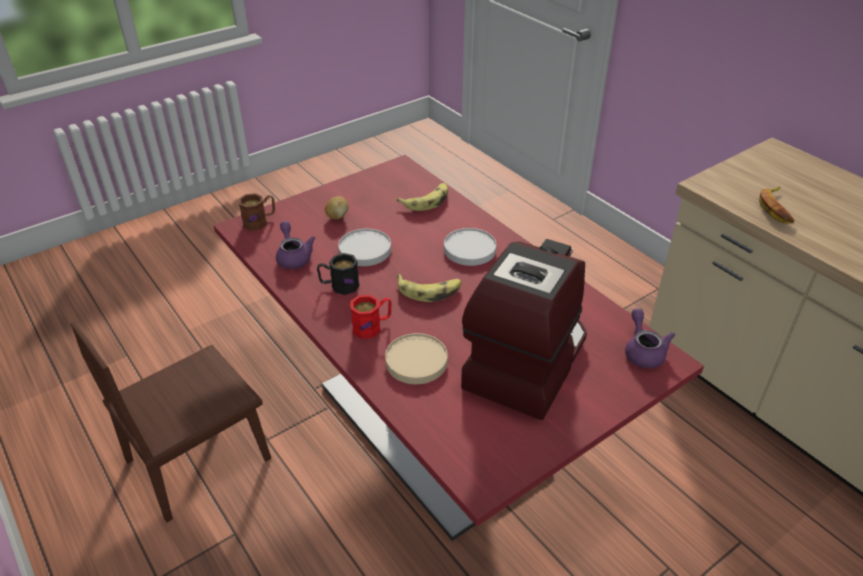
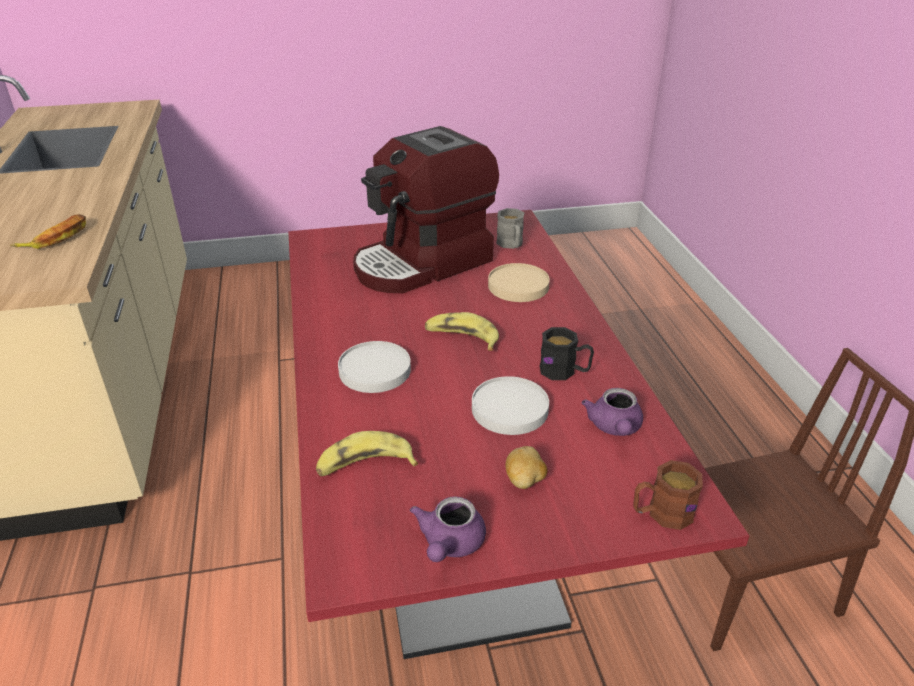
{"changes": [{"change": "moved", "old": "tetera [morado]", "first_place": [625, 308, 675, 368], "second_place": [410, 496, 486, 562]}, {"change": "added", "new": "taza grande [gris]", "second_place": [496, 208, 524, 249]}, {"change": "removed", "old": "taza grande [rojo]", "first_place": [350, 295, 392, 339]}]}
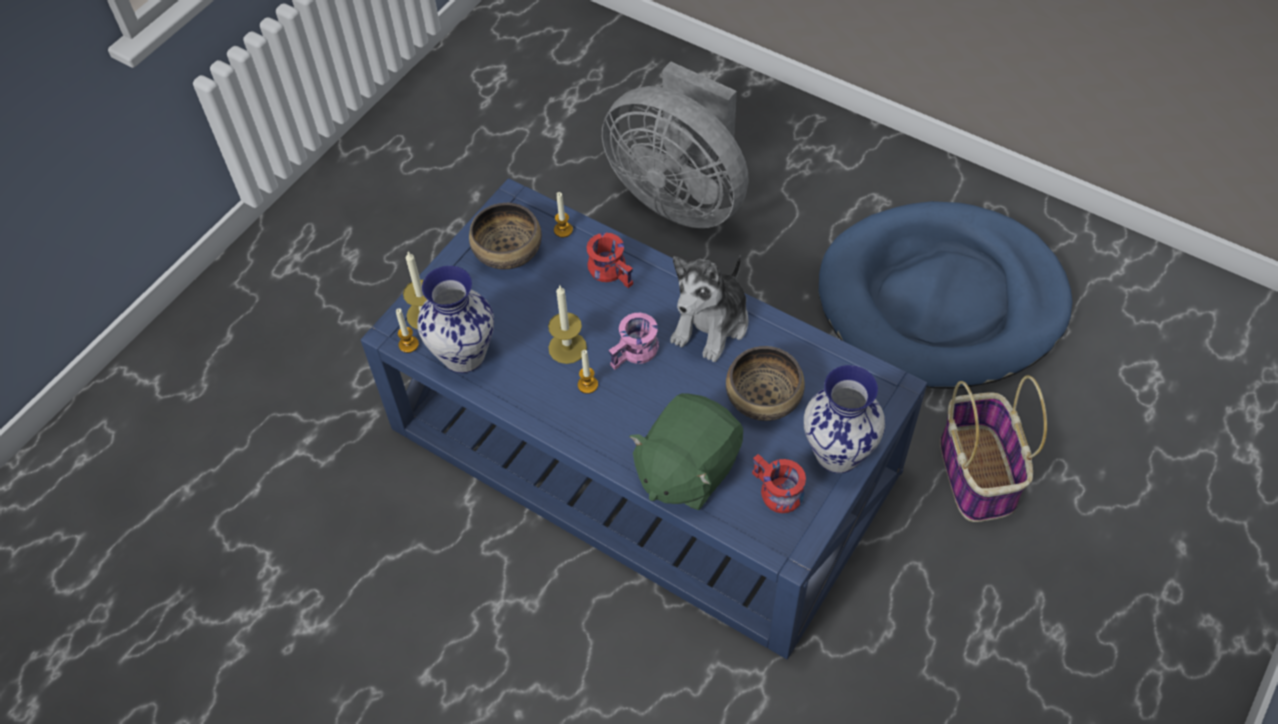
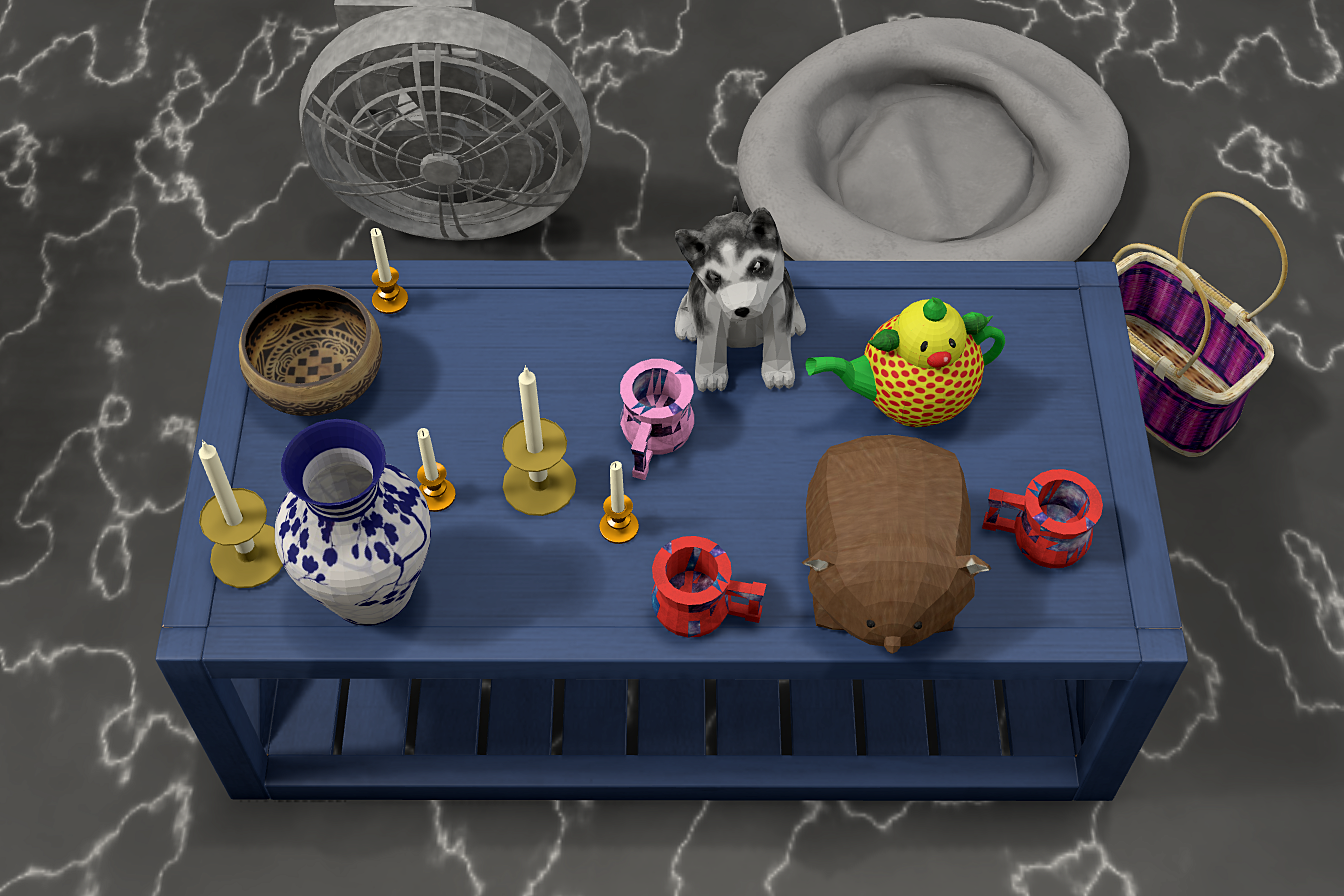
{"changes": [{"change": "moved", "old": "vela", "first_place": [396, 308, 419, 353], "second_place": [417, 428, 456, 512]}, {"change": "moved", "old": "taza grande [rojo]", "first_place": [586, 233, 633, 288], "second_place": [651, 536, 766, 638]}, {"change": "recoloured", "old": "cama para perro [azul]", "new": "cama para perro [gris]", "first_place": [819, 201, 1073, 389], "second_place": [737, 17, 1130, 262]}, {"change": "recoloured", "old": "peluche [verde]", "new": "peluche [marrón]", "first_place": [629, 393, 743, 510], "second_place": [802, 435, 992, 654]}, {"change": "replaced", "old": "cuenco", "new": "tetera", "first_place": [726, 346, 805, 421], "second_place": [806, 297, 1005, 427]}, {"change": "removed", "old": "florero", "first_place": [804, 365, 885, 473]}]}
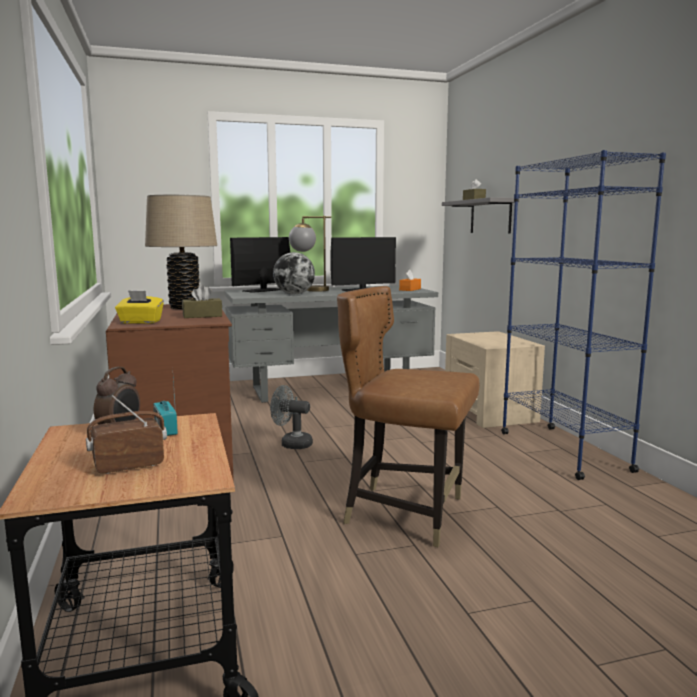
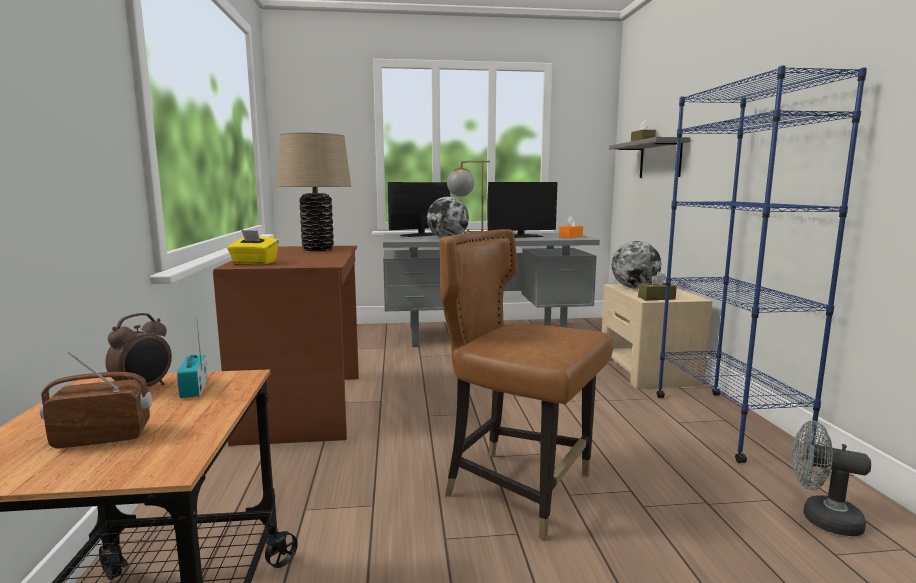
{"changes": [{"change": "added", "new": "globo terráqueo", "second_place": [612, 241, 661, 289]}, {"change": "moved", "old": "caja de pañuelos [marrón]", "first_place": [182, 284, 222, 318], "second_place": [638, 272, 677, 300]}, {"change": "moved", "old": "ventilador [gris]", "first_place": [270, 385, 313, 449], "second_place": [792, 421, 871, 536]}]}
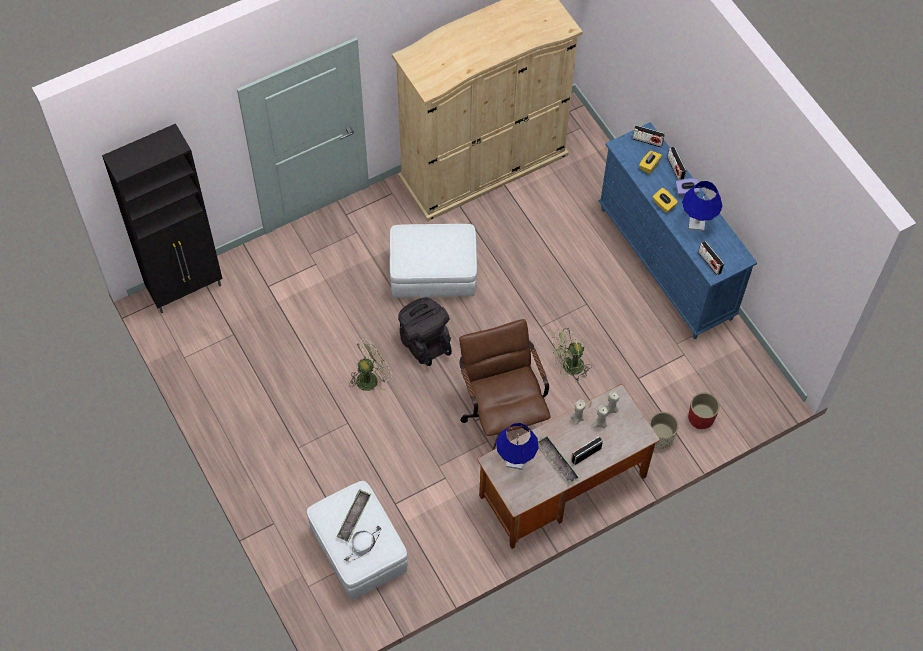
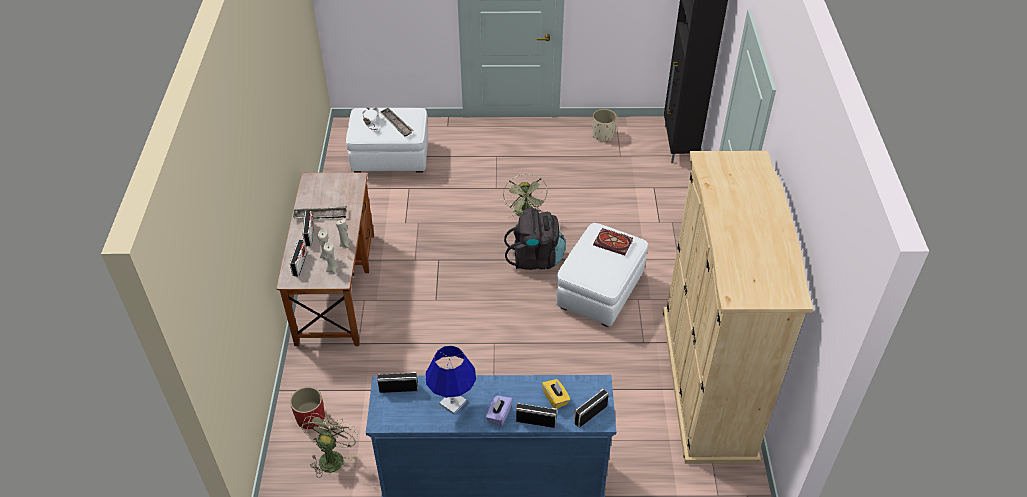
{"changes": [{"change": "added", "new": "radio", "second_place": [290, 240, 307, 276]}, {"change": "moved", "old": "ventilador [verde]", "first_place": [552, 328, 592, 381], "second_place": [301, 413, 358, 478]}, {"change": "moved", "old": "maceta [beis]", "first_place": [649, 412, 679, 449], "second_place": [592, 109, 617, 142]}, {"change": "added", "new": "libro", "second_place": [593, 228, 633, 255]}, {"change": "removed", "old": "silla de oficina [marrón]", "first_place": [459, 319, 550, 450]}, {"change": "removed", "old": "lámpara de mesa [azul]", "first_place": [496, 423, 539, 470]}, {"change": "removed", "old": "caja de pañuelos [amarillo]", "first_place": [653, 188, 678, 213]}]}
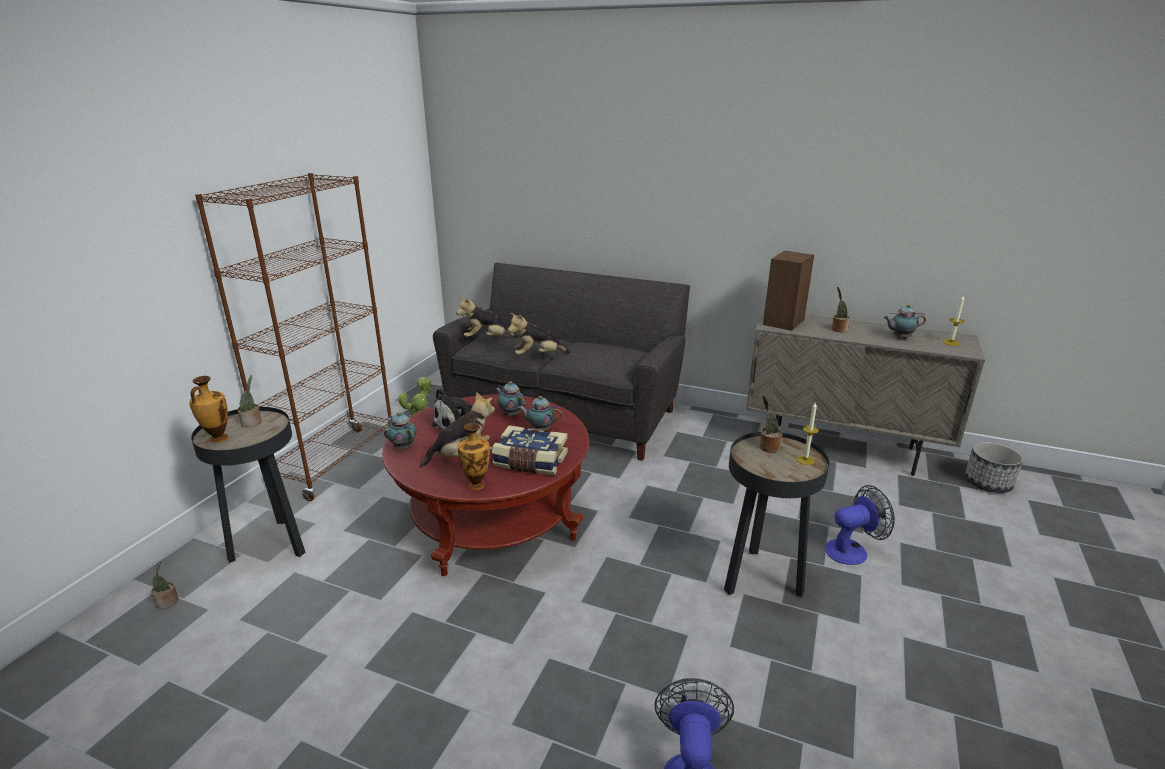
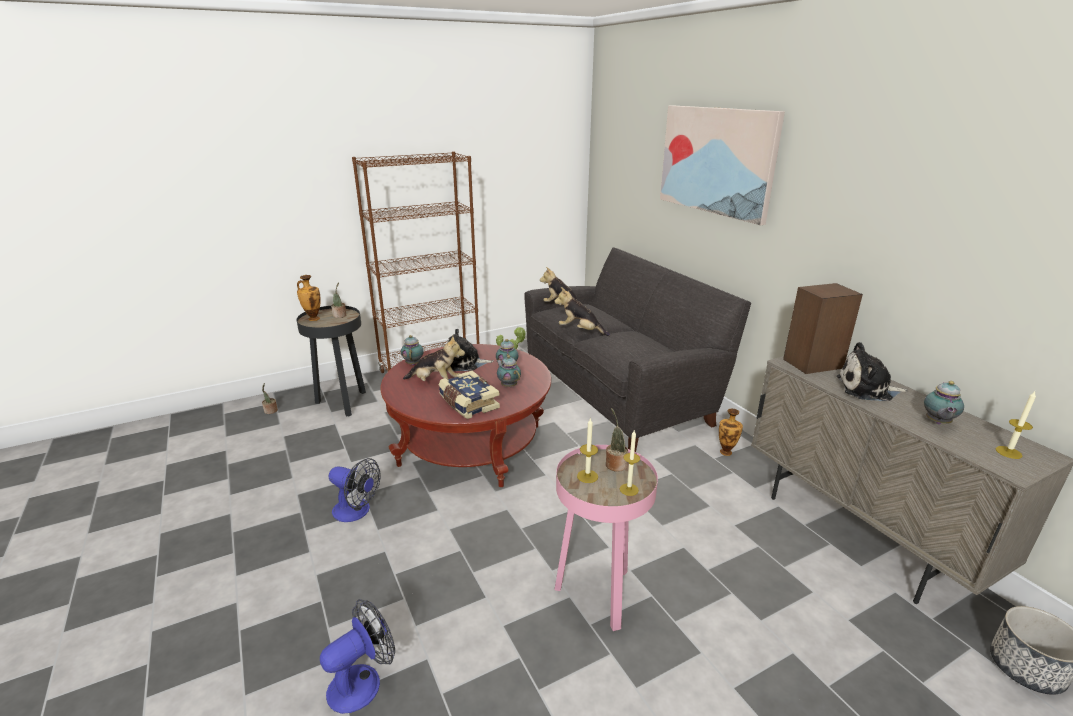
{"changes": [{"change": "moved", "old": "ventilador", "first_place": [825, 485, 895, 565], "second_place": [329, 458, 381, 522]}, {"change": "recoloured", "old": "mesa auxiliar [negro]", "new": "mesa auxiliar [rosa]", "first_place": [724, 432, 829, 597], "second_place": [554, 445, 658, 631]}, {"change": "added", "new": "vela", "second_place": [577, 418, 598, 483]}, {"change": "added", "new": "cuadro", "second_place": [660, 105, 785, 225]}, {"change": "moved", "old": "florero", "first_place": [458, 423, 490, 490], "second_place": [719, 409, 743, 456]}, {"change": "replaced", "old": "planta en maceta", "new": "peluche", "first_place": [832, 287, 850, 332], "second_place": [836, 342, 908, 401]}, {"change": "turned", "old": "tetera", "first_place": [884, 304, 926, 338], "second_place": [924, 381, 964, 424], "degrees": -105}]}
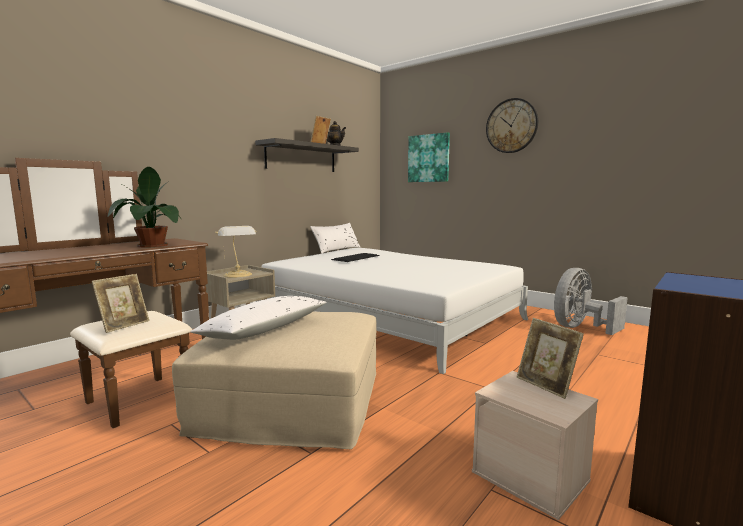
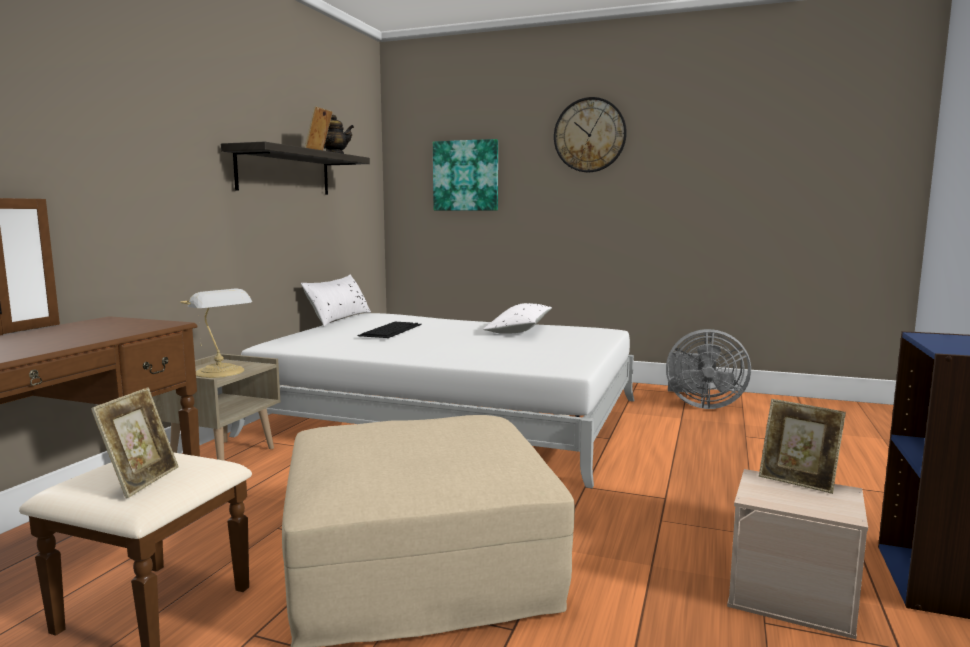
{"changes": [{"change": "moved", "old": "cojín [blanco]", "first_place": [190, 296, 327, 340], "second_place": [483, 303, 552, 334]}, {"change": "turned", "old": "ventilador [gris]", "first_place": [554, 268, 628, 335], "second_place": [666, 329, 751, 409], "degrees": -105}, {"change": "removed", "old": "planta en maceta", "first_place": [107, 167, 182, 248]}]}
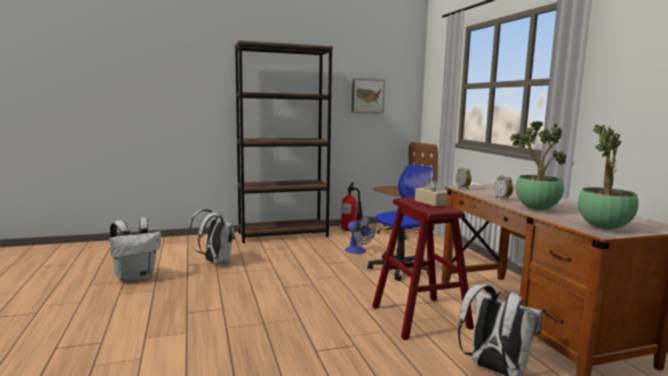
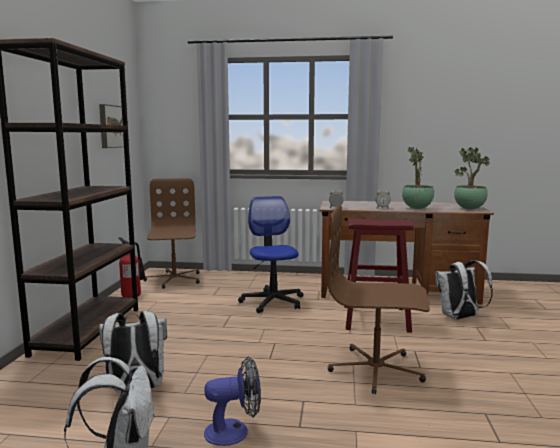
{"changes": [{"change": "moved", "old": "ventilador", "first_place": [345, 216, 376, 254], "second_place": [204, 356, 261, 446]}, {"change": "added", "new": "silla de oficina [marrón]", "second_place": [328, 205, 430, 394]}, {"change": "removed", "old": "caja de pañuelos [beis]", "first_place": [415, 178, 448, 207]}]}
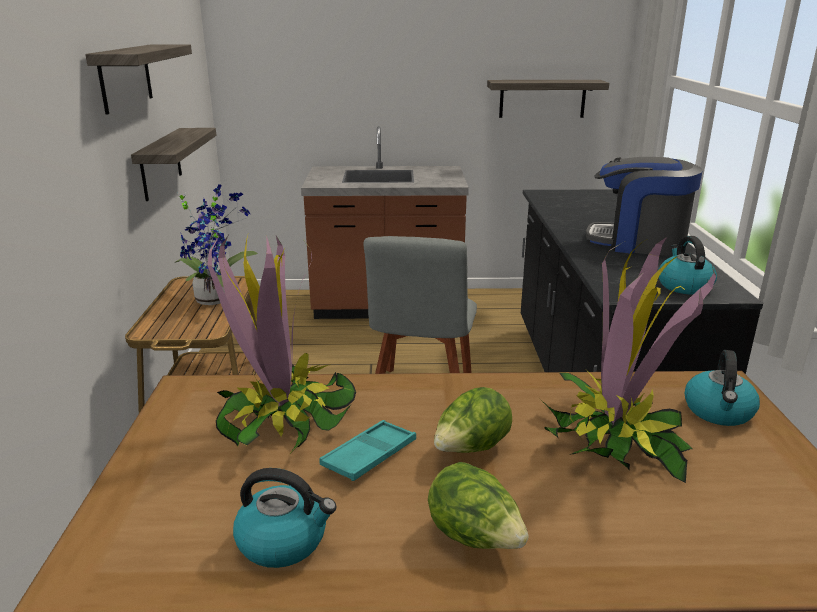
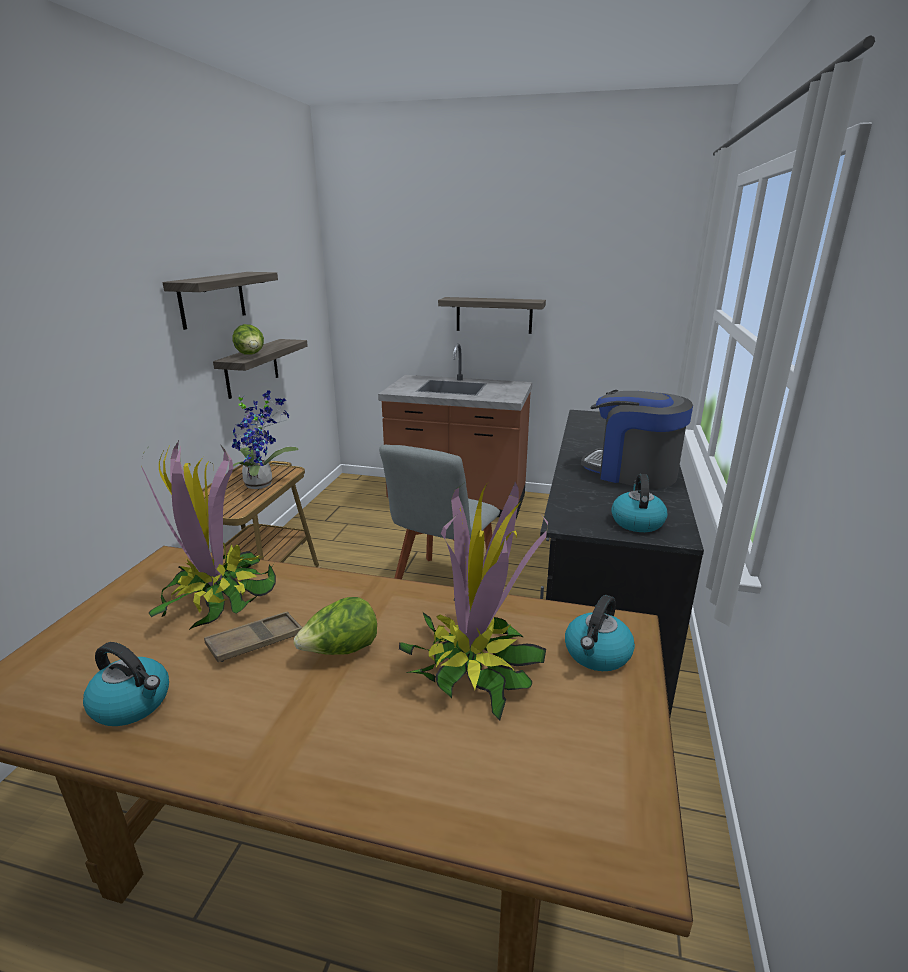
{"changes": [{"change": "recoloured", "old": "bandeja [turquesa]", "new": "bandeja [marrón]", "first_place": [319, 420, 416, 481], "second_place": [204, 612, 303, 662]}, {"change": "moved", "old": "lechuga", "first_place": [428, 462, 529, 549], "second_place": [233, 324, 264, 355]}, {"change": "moved", "old": "estante", "first_place": [487, 80, 609, 118], "second_place": [438, 297, 546, 334]}]}
